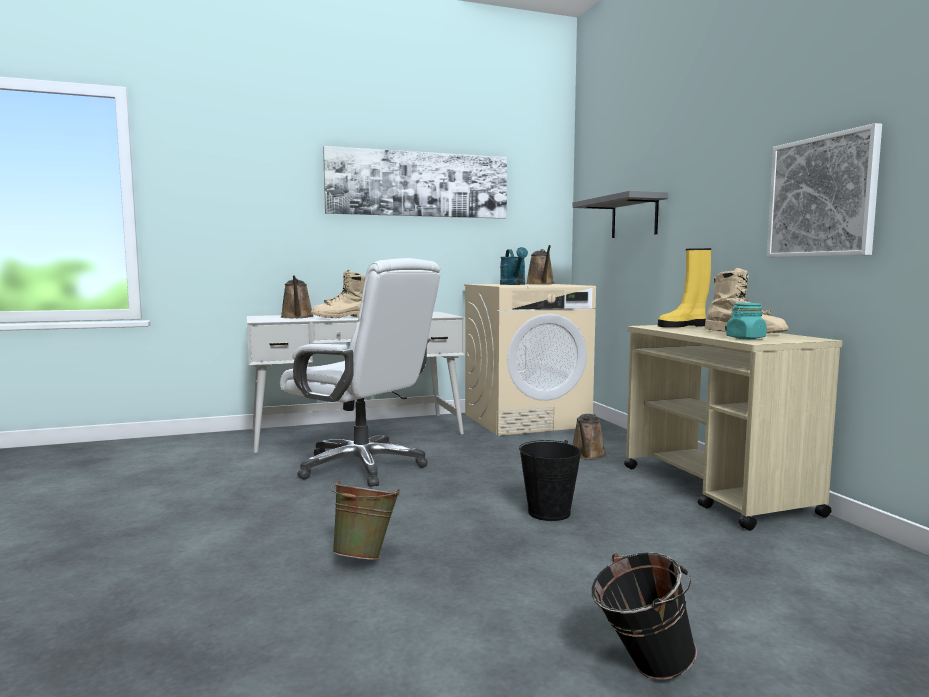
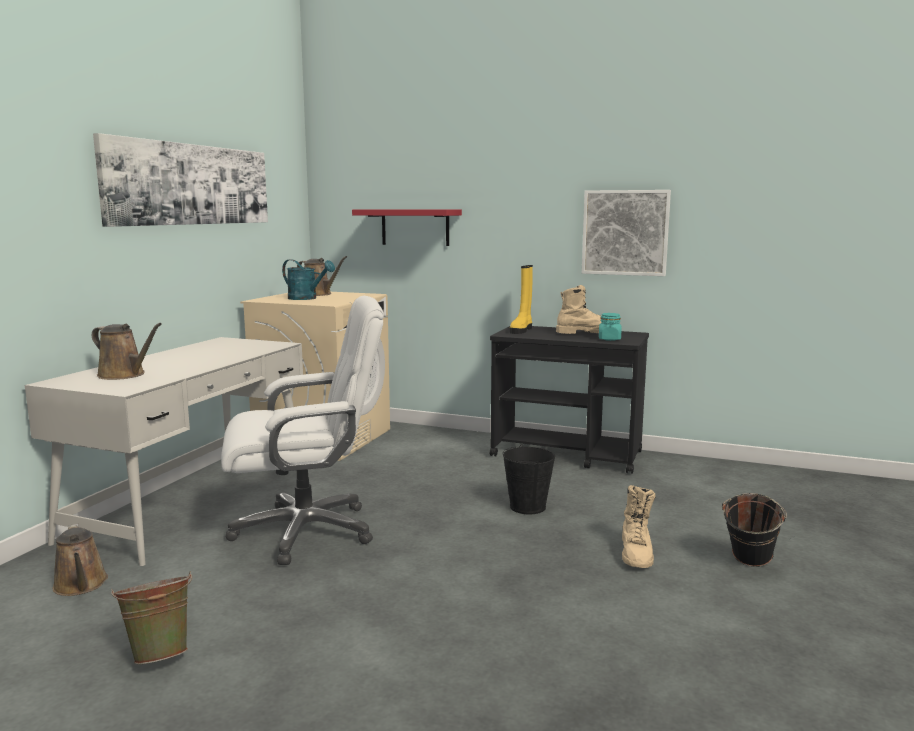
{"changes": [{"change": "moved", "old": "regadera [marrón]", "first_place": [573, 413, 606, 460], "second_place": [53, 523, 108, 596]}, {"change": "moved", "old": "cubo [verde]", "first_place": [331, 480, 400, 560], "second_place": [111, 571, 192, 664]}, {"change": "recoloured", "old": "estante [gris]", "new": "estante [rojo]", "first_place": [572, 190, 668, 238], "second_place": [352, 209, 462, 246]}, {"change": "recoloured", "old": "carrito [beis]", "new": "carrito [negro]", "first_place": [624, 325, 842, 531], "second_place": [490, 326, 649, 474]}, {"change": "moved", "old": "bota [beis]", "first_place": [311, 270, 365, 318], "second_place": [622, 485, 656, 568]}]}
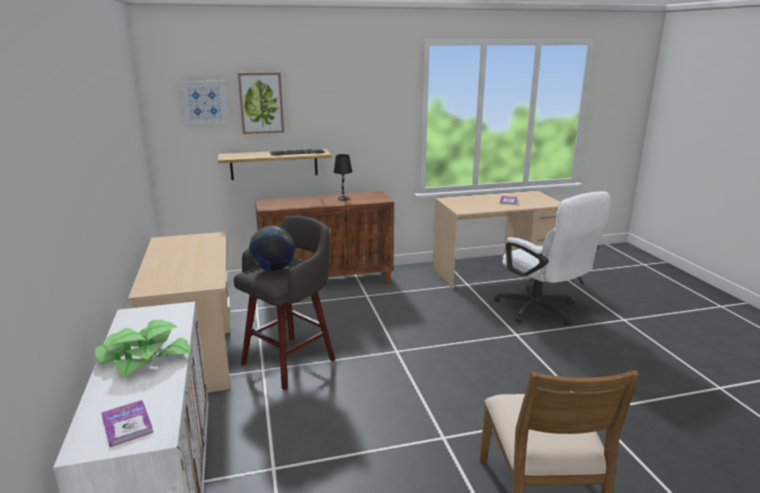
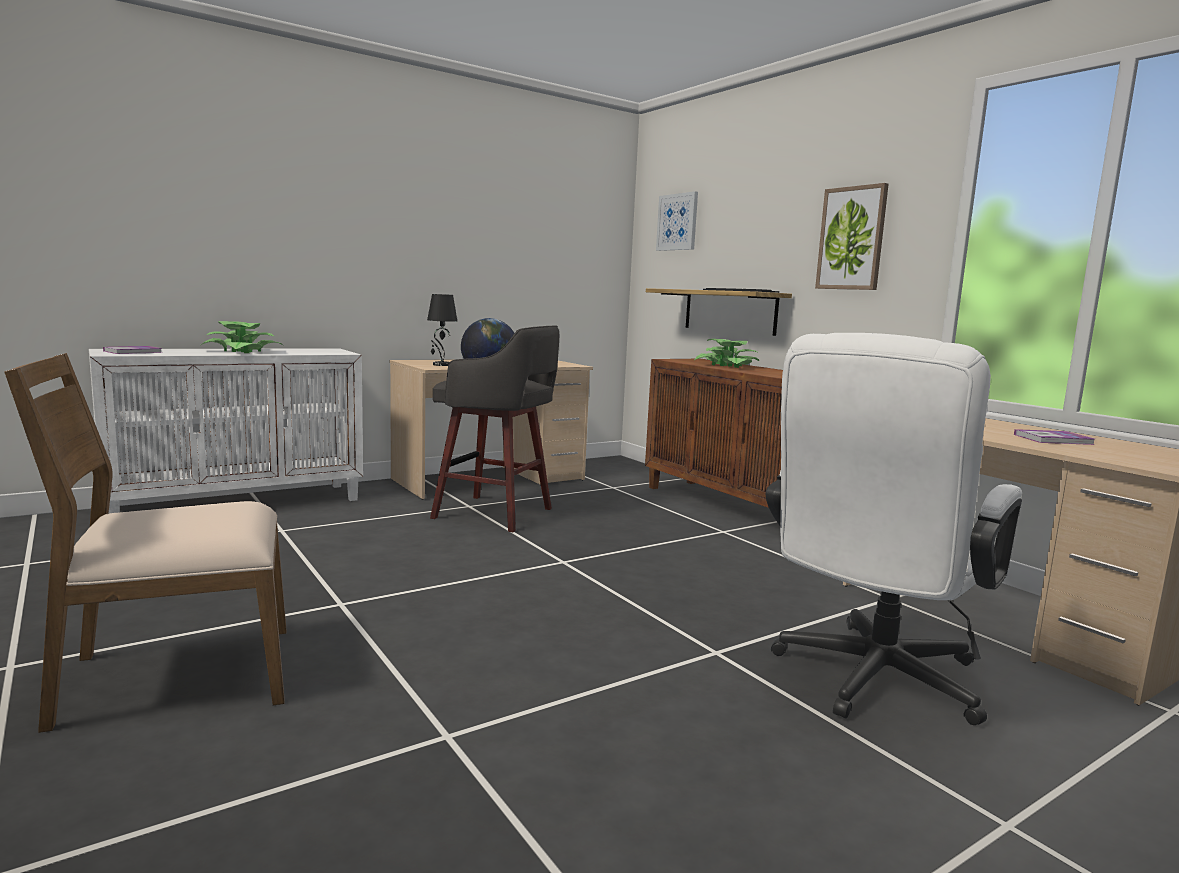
{"changes": [{"change": "moved", "old": "lámpara de mesa [negro]", "first_place": [334, 154, 352, 201], "second_place": [427, 294, 457, 366]}, {"change": "added", "new": "planta en maceta", "second_place": [694, 339, 759, 368]}, {"change": "moved", "old": "cuadro", "first_place": [238, 72, 284, 134], "second_place": [815, 183, 889, 290]}]}
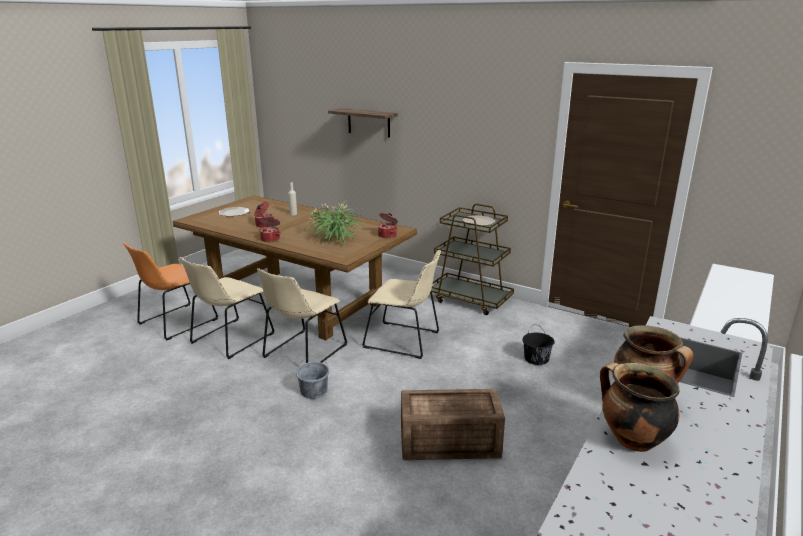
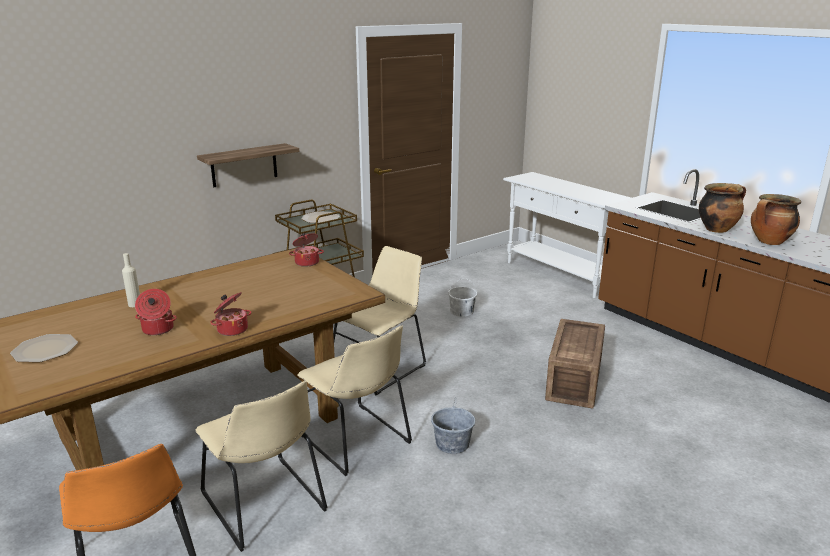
{"changes": [{"change": "moved", "old": "estante", "first_place": [328, 108, 398, 138], "second_place": [197, 143, 299, 187]}, {"change": "recoloured", "old": "cubo [negro]", "new": "cubo [blanco]", "first_place": [522, 325, 555, 365], "second_place": [448, 278, 477, 317]}, {"change": "removed", "old": "planta en maceta", "first_place": [302, 200, 363, 245]}]}
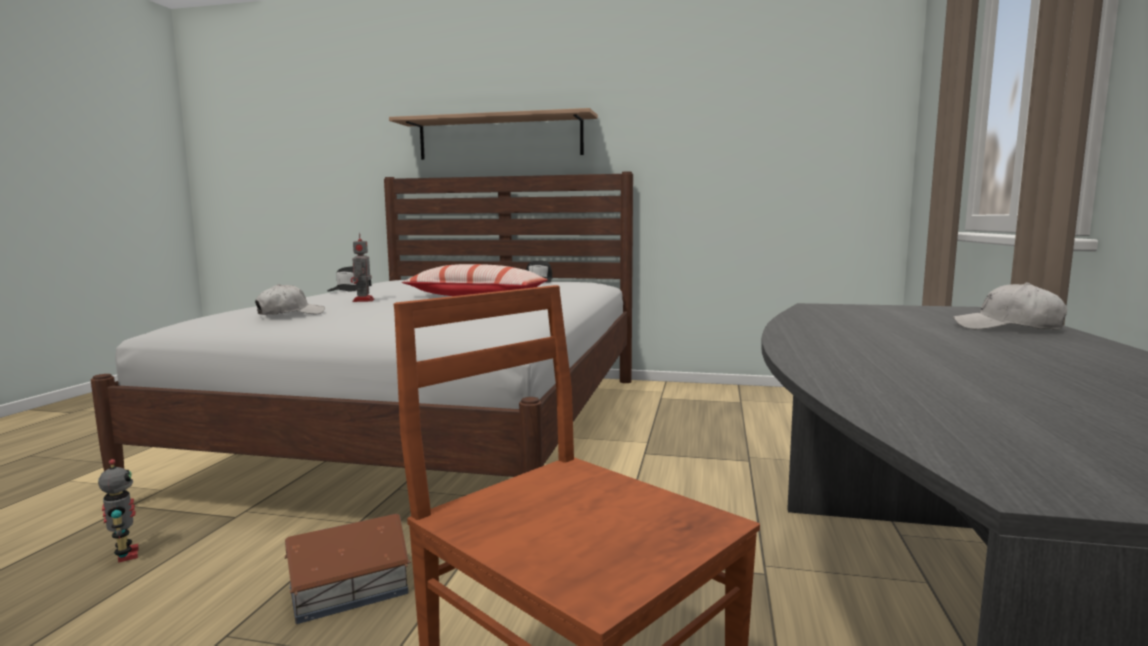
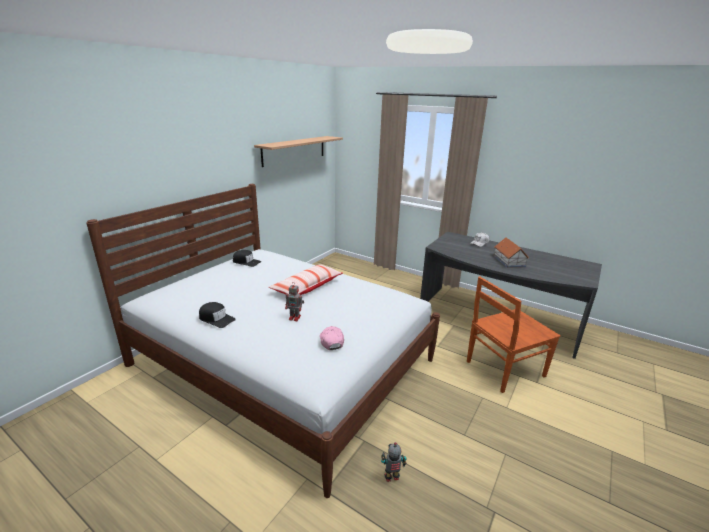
{"changes": [{"change": "moved", "old": "estante", "first_place": [389, 108, 598, 160], "second_place": [254, 136, 343, 167]}, {"change": "recoloured", "old": "gorra [blanco]", "new": "gorra [rosa]", "first_place": [255, 284, 325, 315], "second_place": [320, 326, 344, 350]}, {"change": "moved", "old": "casita", "first_place": [285, 514, 411, 624], "second_place": [494, 237, 529, 268]}]}
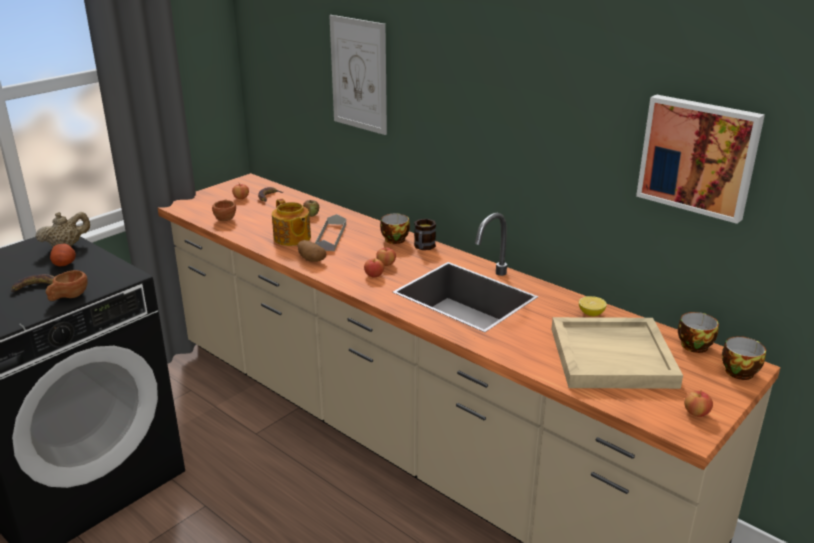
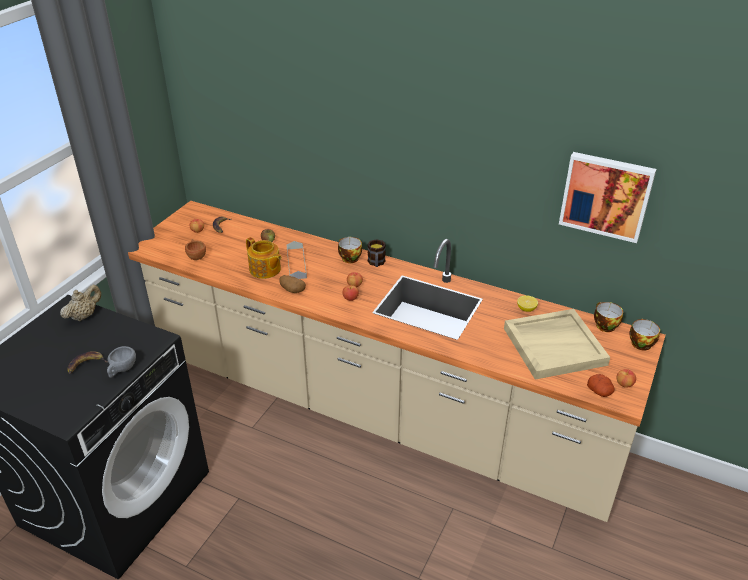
{"changes": [{"change": "recoloured", "old": "taza [marrón]", "new": "taza [gris]", "first_place": [46, 270, 88, 301], "second_place": [107, 346, 136, 378]}, {"change": "moved", "old": "patata", "first_place": [50, 244, 76, 266], "second_place": [587, 374, 615, 397]}, {"change": "removed", "old": "cuadro", "first_place": [329, 15, 387, 135]}]}
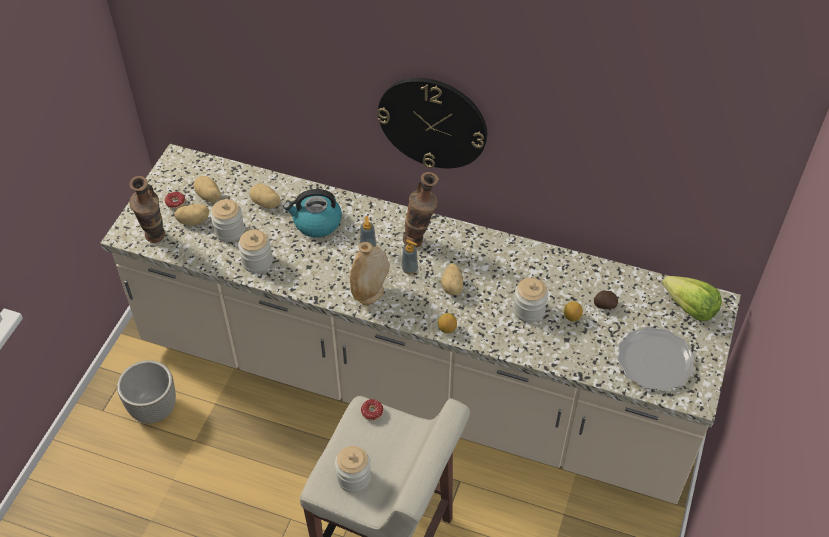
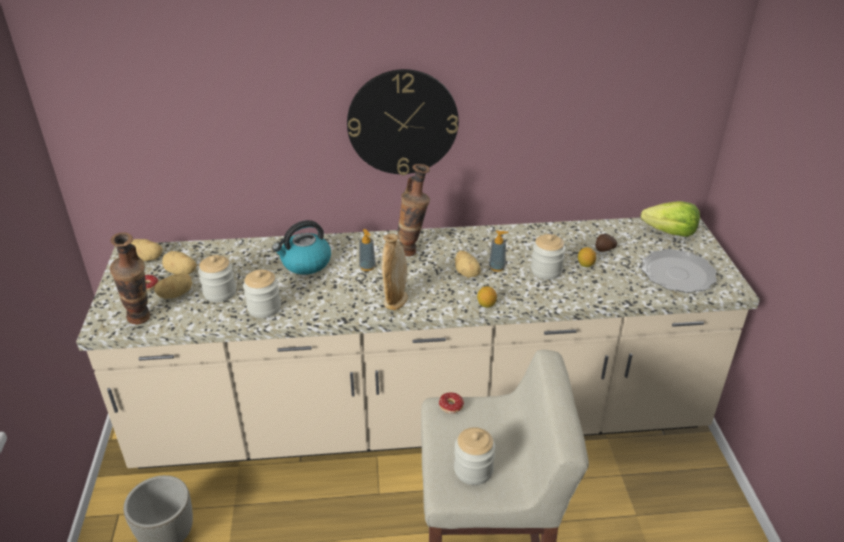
{"changes": [{"change": "moved", "old": "patata", "first_place": [250, 183, 281, 209], "second_place": [131, 239, 163, 261]}, {"change": "moved", "old": "dispensador de jabón", "first_place": [402, 239, 418, 274], "second_place": [489, 230, 509, 272]}]}
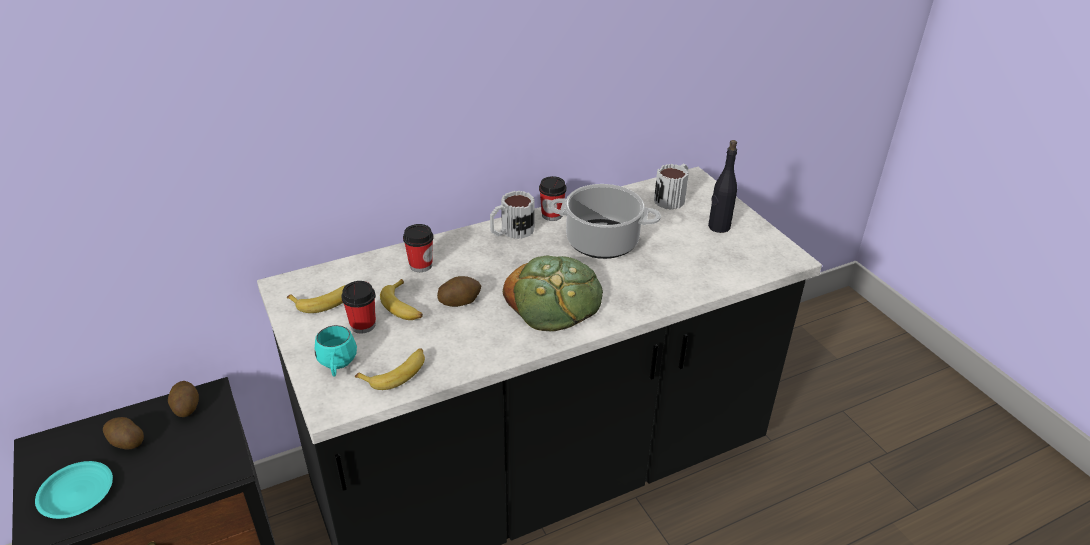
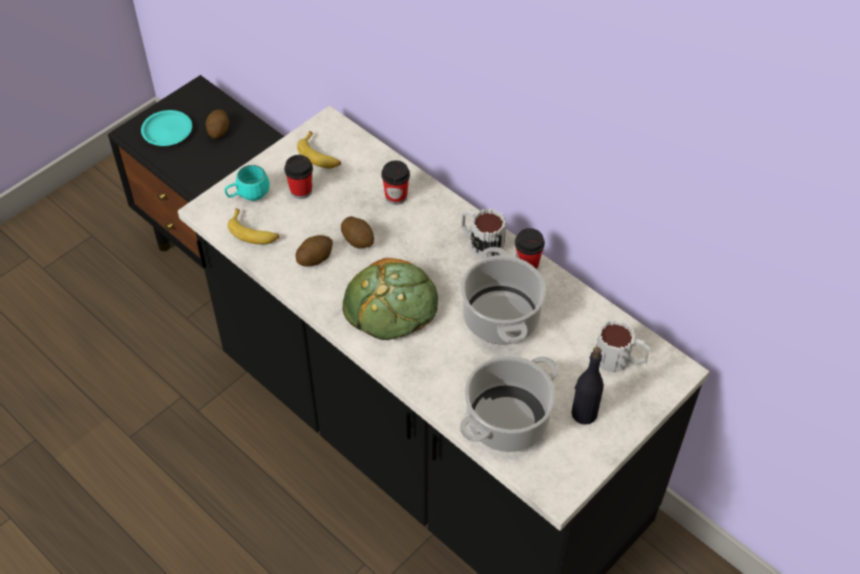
{"changes": [{"change": "moved", "old": "patata", "first_place": [168, 381, 199, 417], "second_place": [295, 235, 333, 267]}, {"change": "added", "new": "olla", "second_place": [460, 356, 558, 452]}, {"change": "removed", "old": "plátano", "first_place": [380, 279, 423, 320]}]}
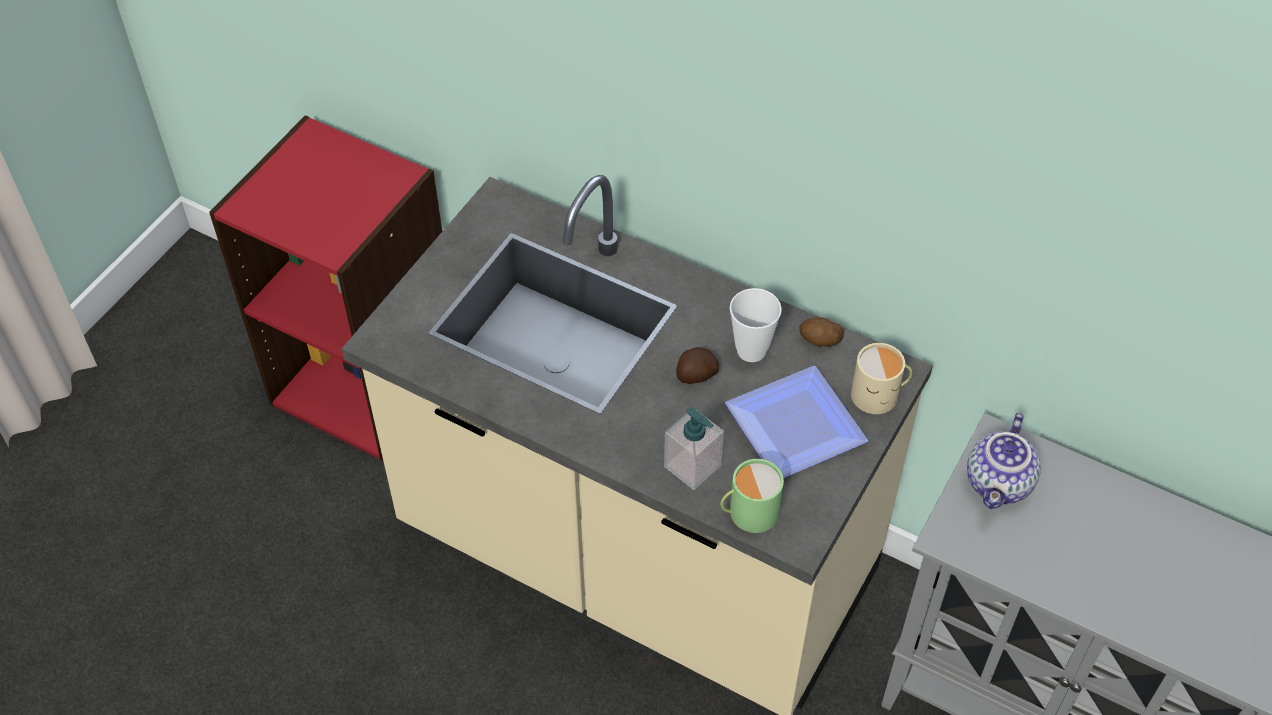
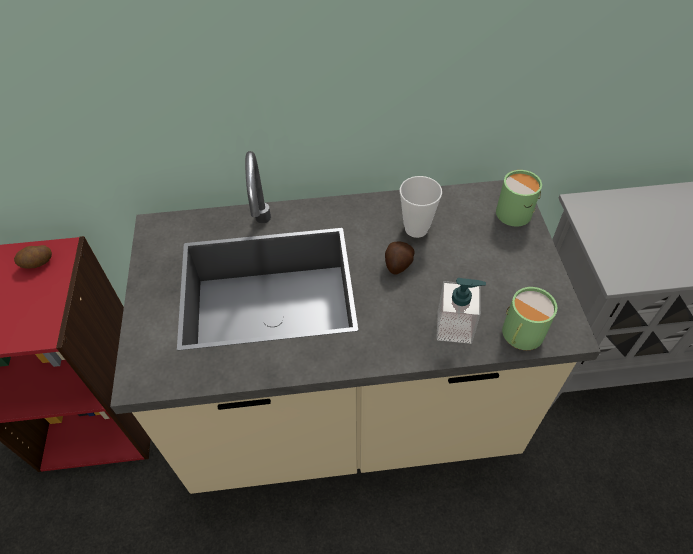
{"changes": [{"change": "moved", "old": "patata", "first_place": [799, 317, 844, 347], "second_place": [14, 245, 52, 268]}, {"change": "recoloured", "old": "taza grande [beis]", "new": "taza grande [verde]", "first_place": [851, 343, 912, 414], "second_place": [496, 170, 542, 227]}, {"change": "removed", "old": "plato", "first_place": [725, 366, 868, 478]}, {"change": "removed", "old": "tetera", "first_place": [967, 413, 1041, 509]}]}
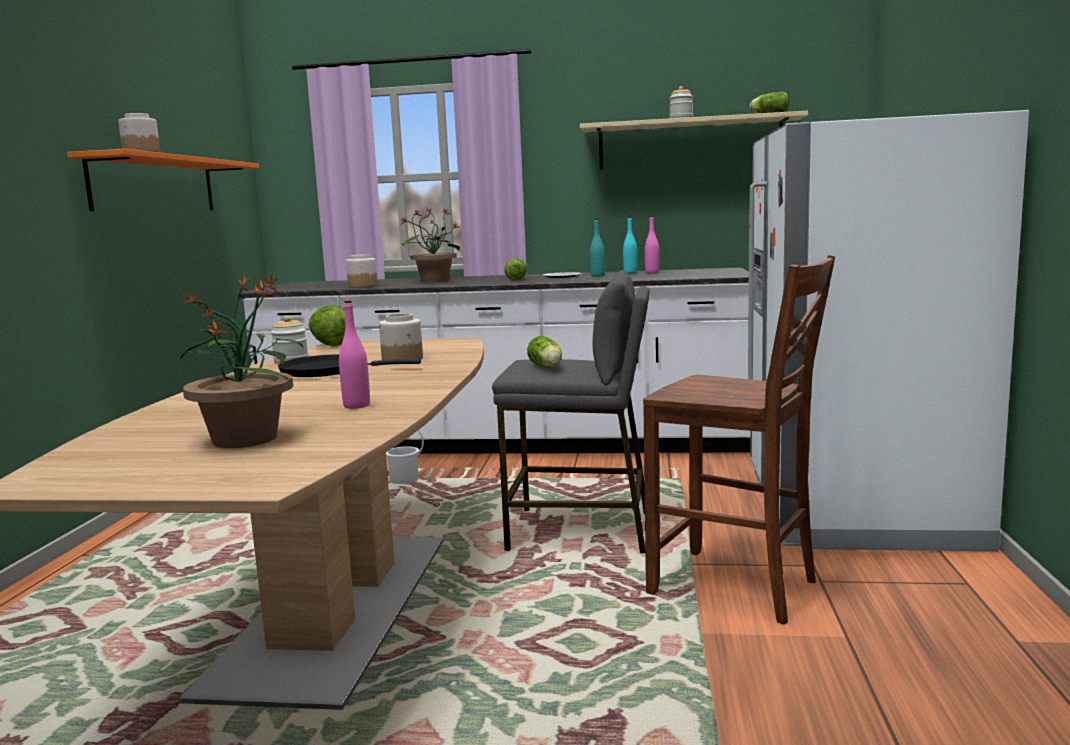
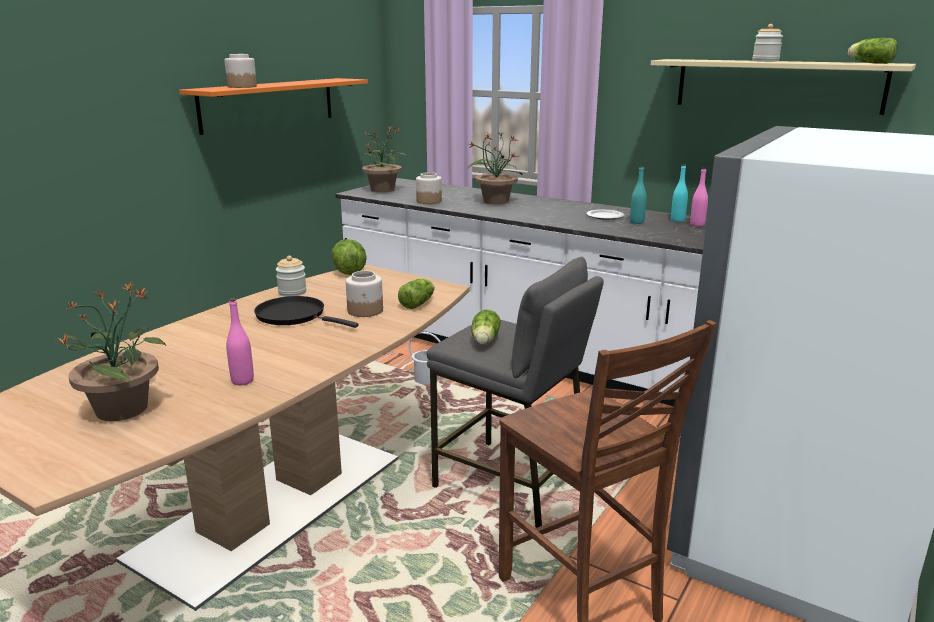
{"changes": [{"change": "added", "new": "planta en maceta", "second_place": [362, 125, 407, 192]}, {"change": "moved", "old": "lechuga", "first_place": [504, 258, 527, 280], "second_place": [398, 279, 435, 309]}]}
